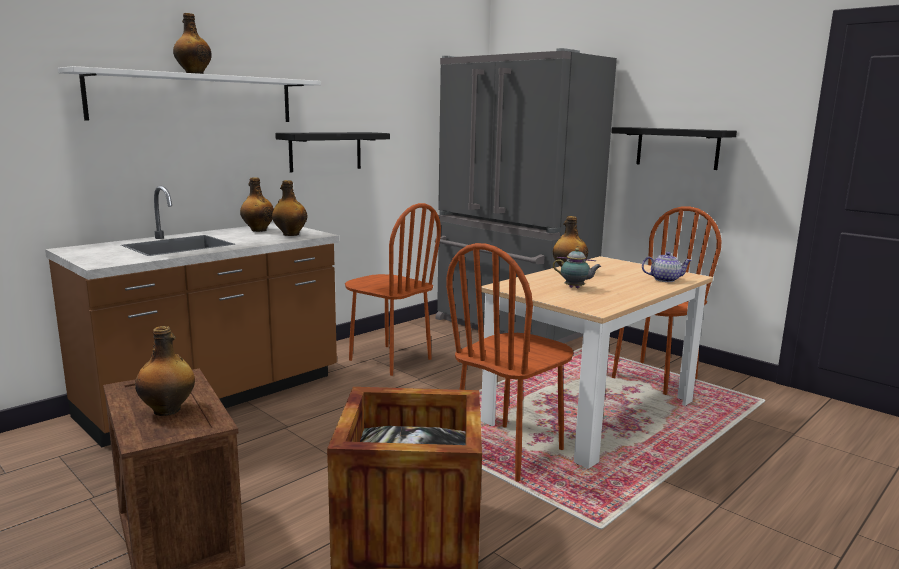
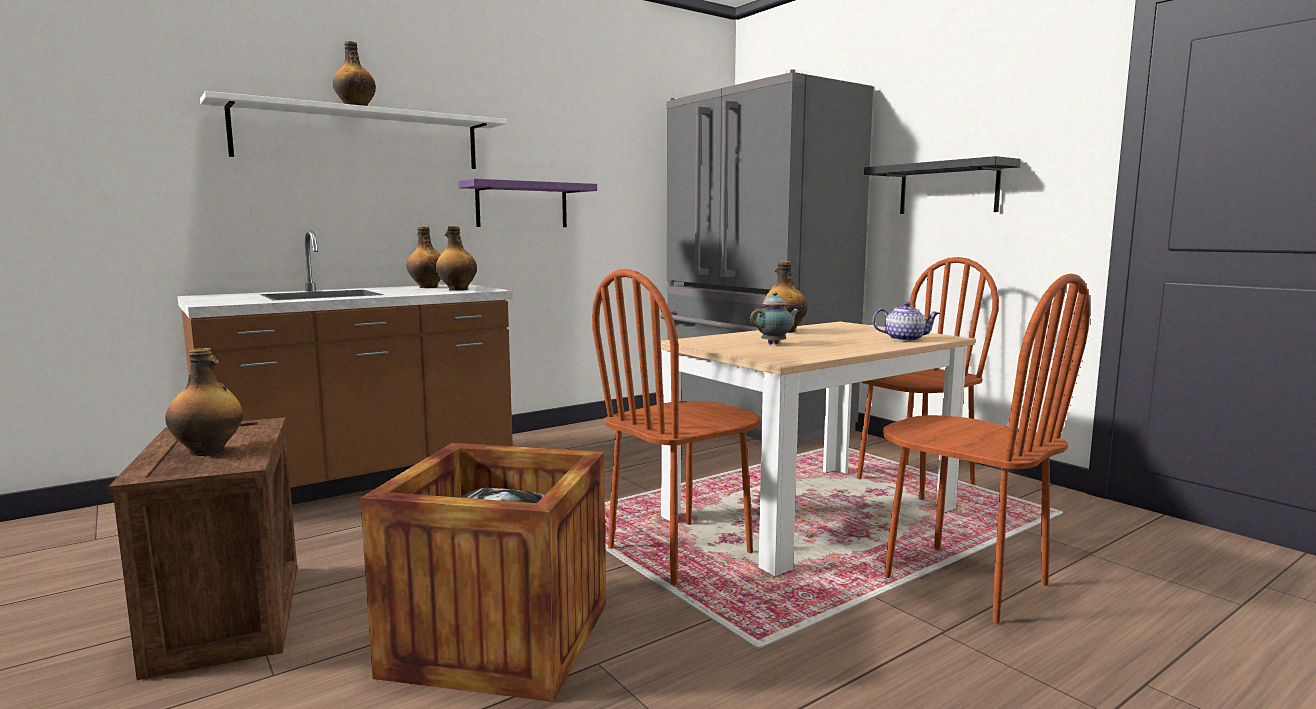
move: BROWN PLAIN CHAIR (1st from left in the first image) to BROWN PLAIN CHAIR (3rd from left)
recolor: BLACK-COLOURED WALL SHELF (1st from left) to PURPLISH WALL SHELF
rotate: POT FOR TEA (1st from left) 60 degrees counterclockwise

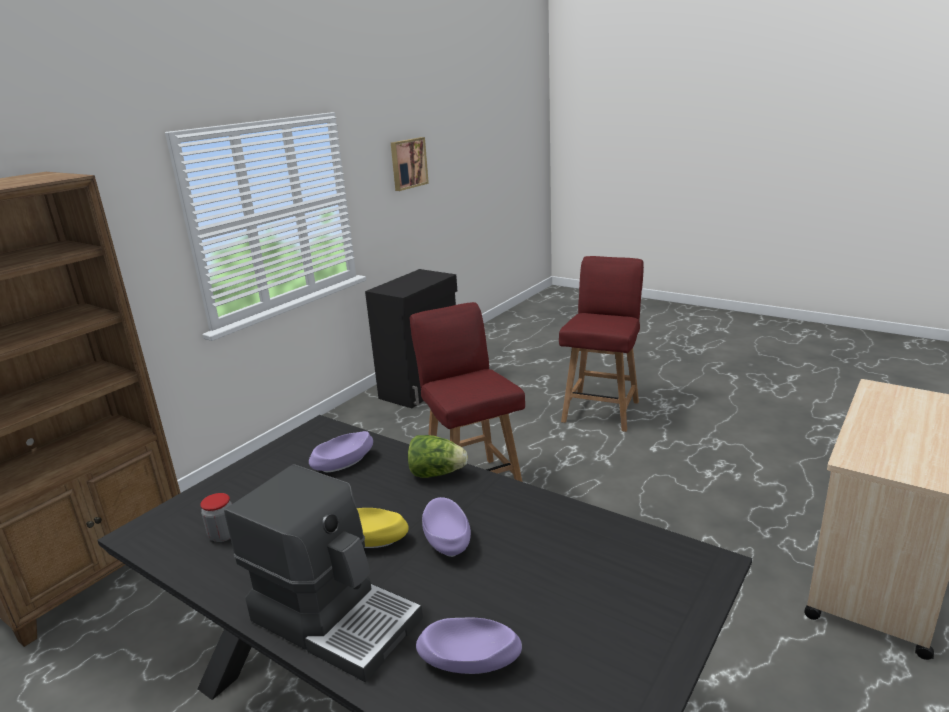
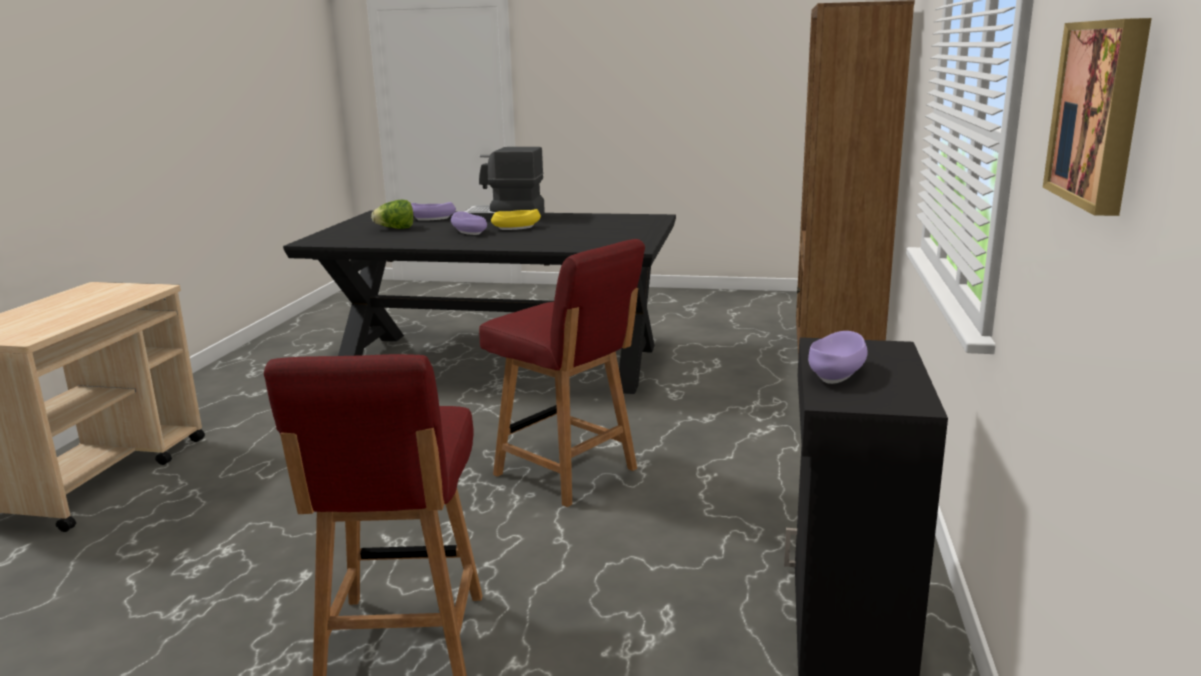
delete: PRESERVE JAR
move: PURPLISH SERVING BOWL (1st from left in the first image) to PURPLISH SERVING BOWL (3rd from left); HEAD OF LETTUCE

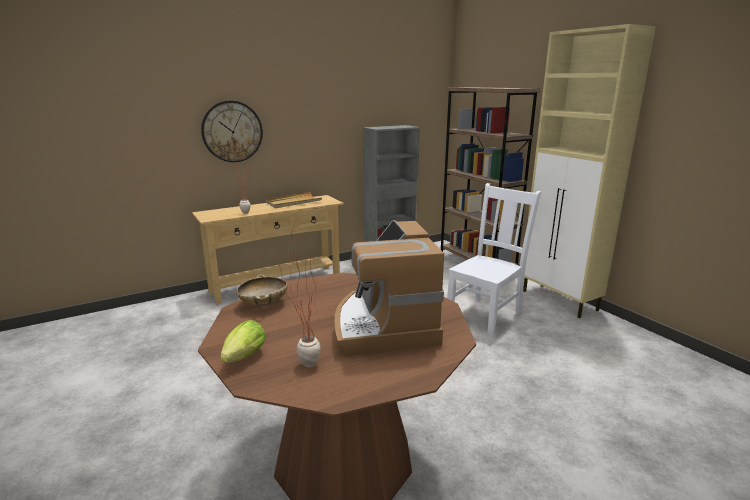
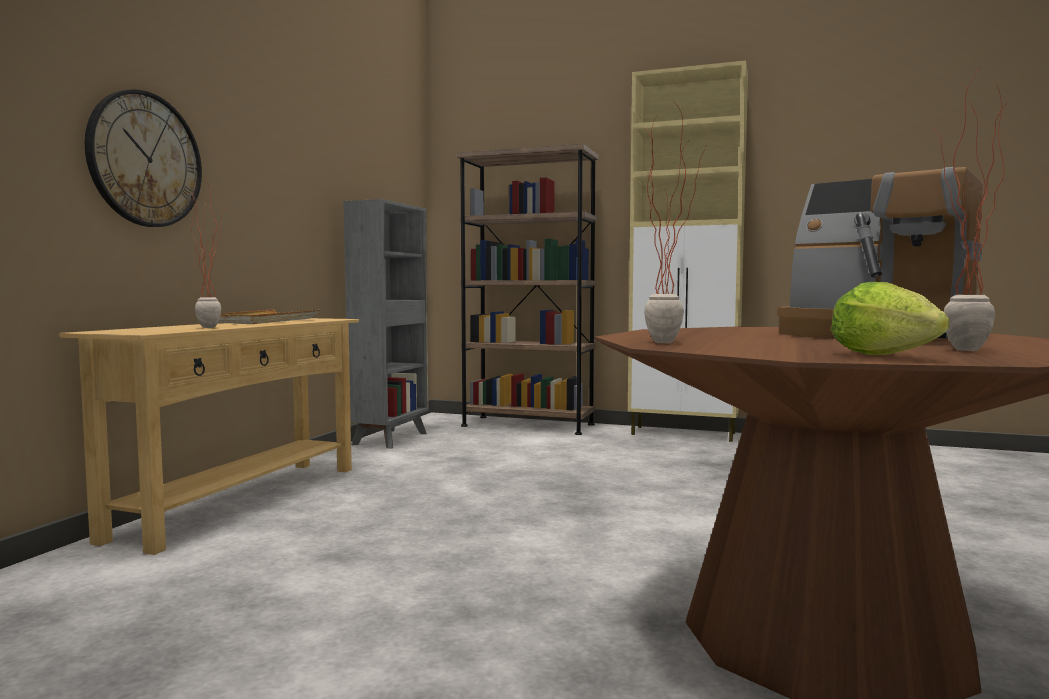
delete: WHITE-COLOURED PLAIN CHAIR
replace: BEIGE SERVING BOWL to PLANT IN A POT (2nd from left)

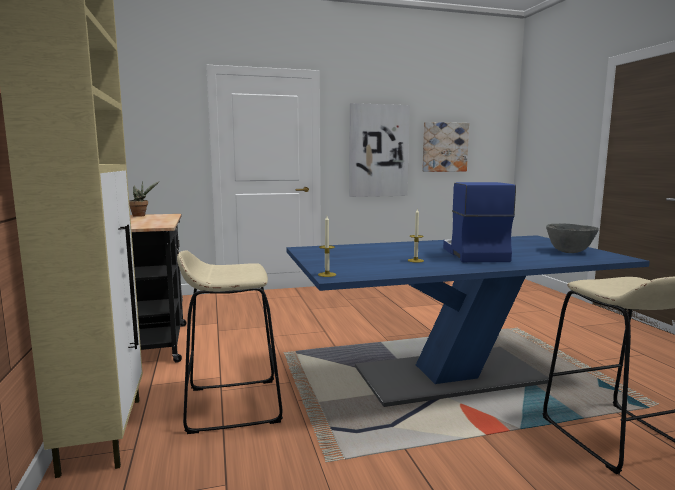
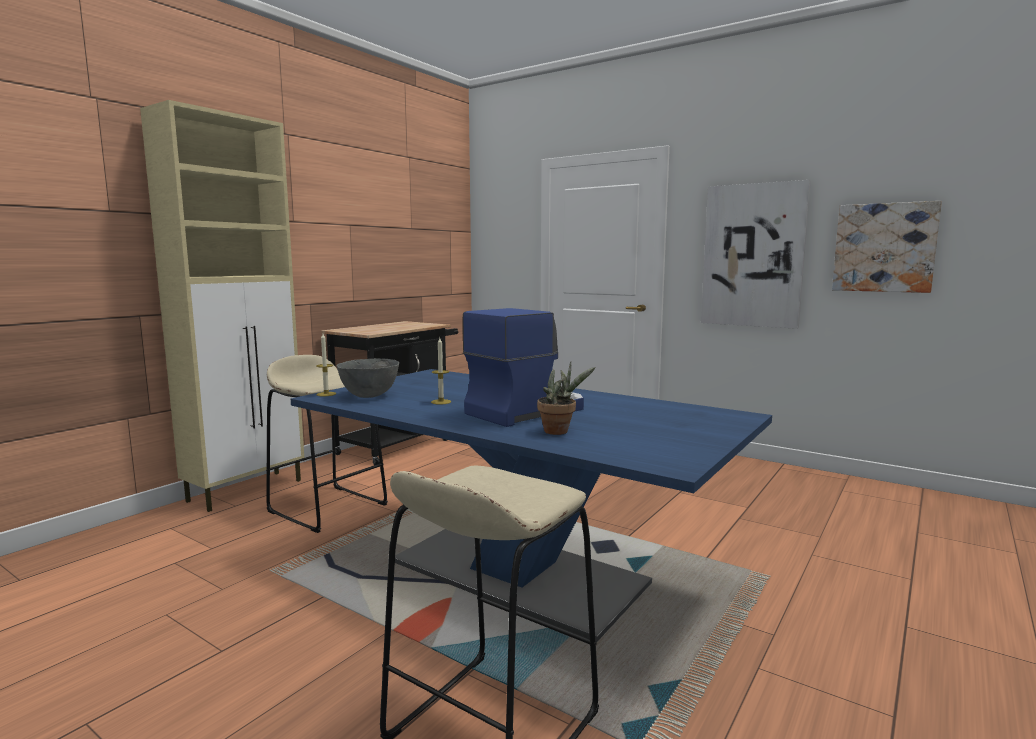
move: PLANT IN A POT; GRAY SERVING BOWL

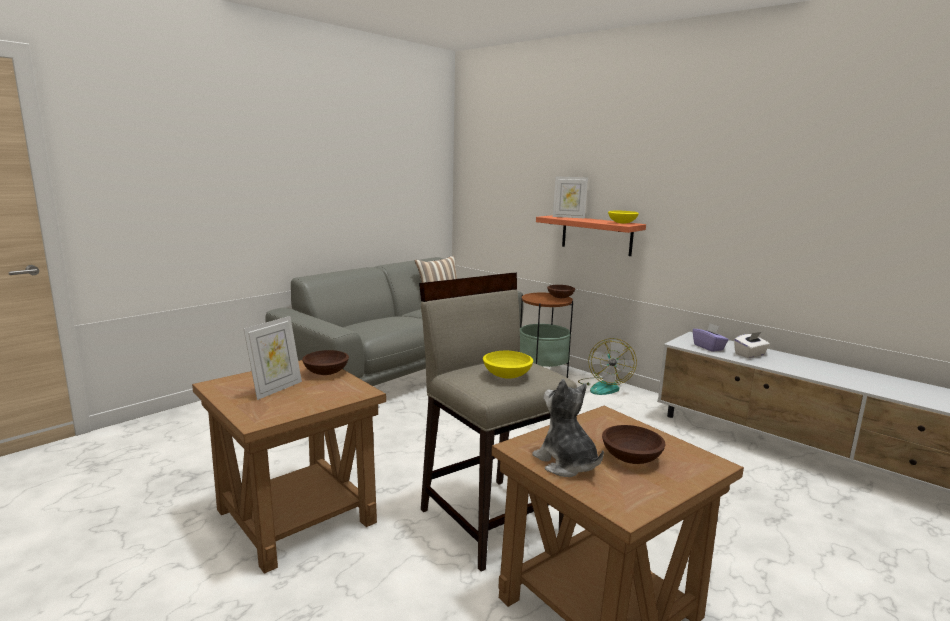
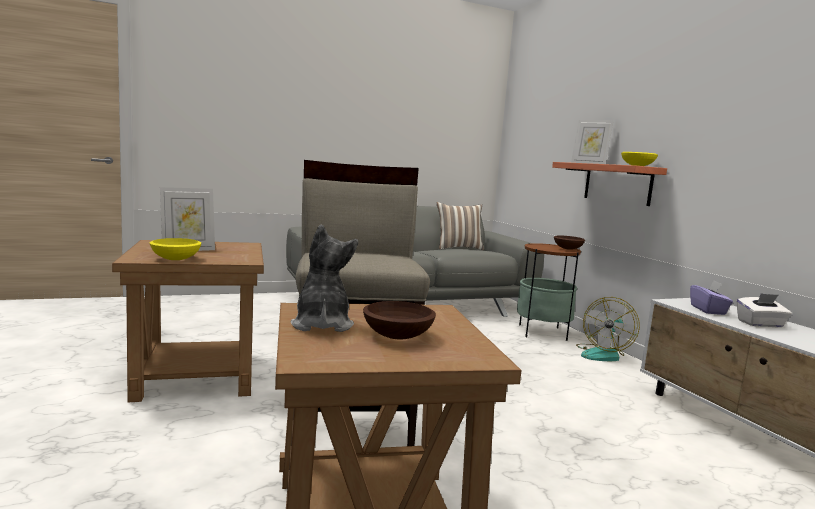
delete: BROWN SERVING BOWL (1st from left)
move: YELLOW-COLOURED SERVING BOWL (1st from left)

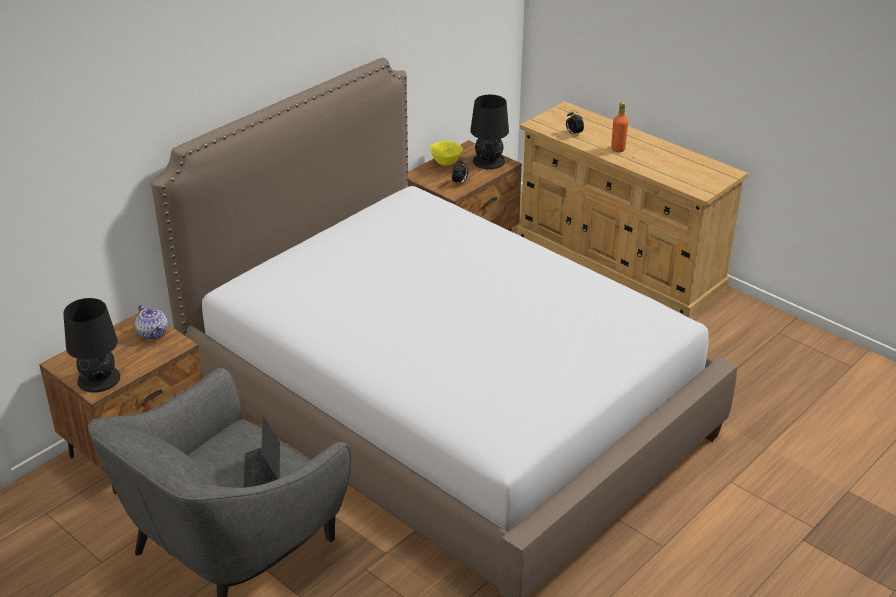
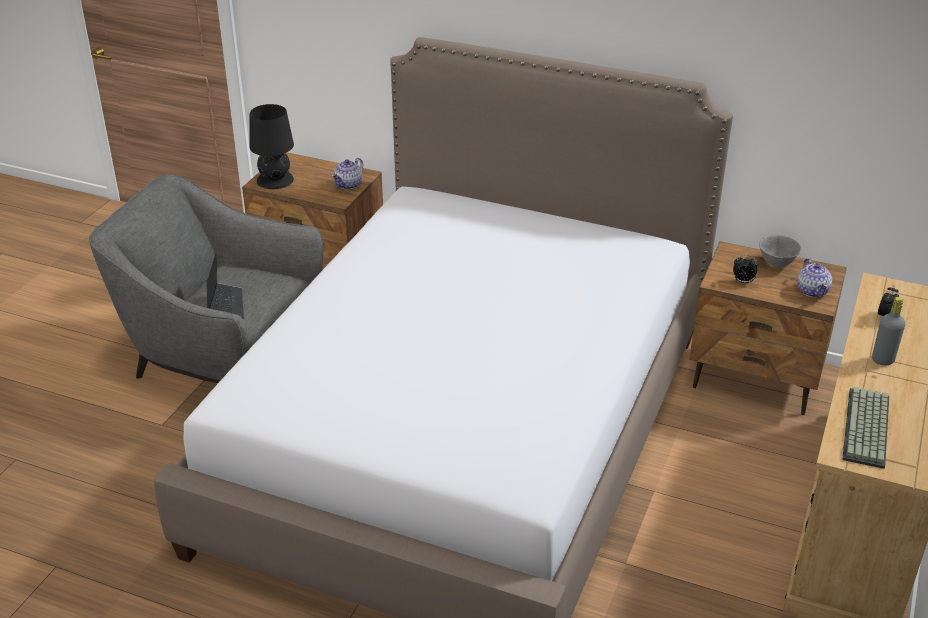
insert: KEYBOARD
replace: BLACK-COLOURED LAMP FOR A TABLE (2nd from left) to POT FOR TEA (2nd from left)
recolor: ORANGE-COLOURED DRINK BOTTLE to GRAY DRINK BOTTLE; YELLOW-COLOURED SERVING BOWL to GRAY SERVING BOWL
rotate: PORTABLE COMPUTER 105 degrees clockwise

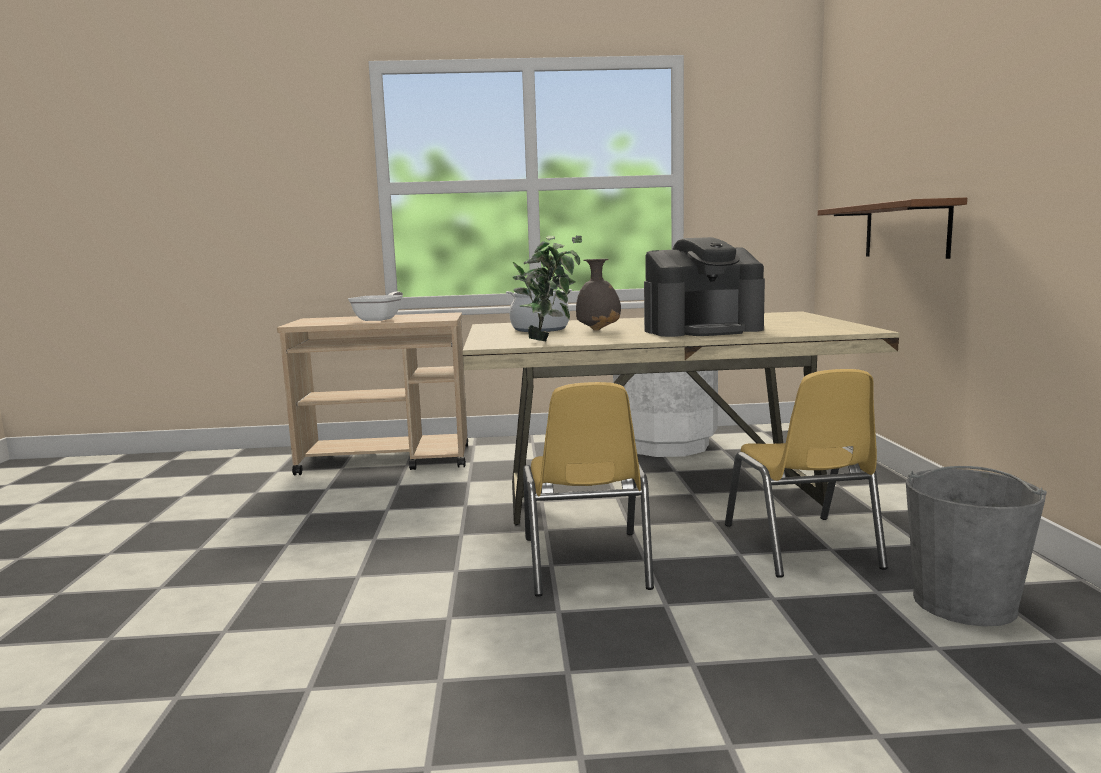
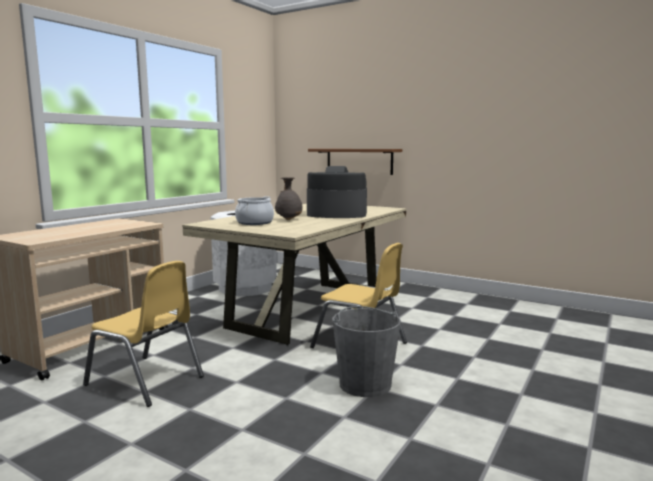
delete: PLANT IN A POT; SKILLET
move: YELLOW-COLOURED PLAIN CHAIR (2nd from left in the first image) to YELLOW-COLOURED PLAIN CHAIR (1st from left); GRAY BUCKET
rotate: COFFEE MAKER 105 degrees counterclockwise

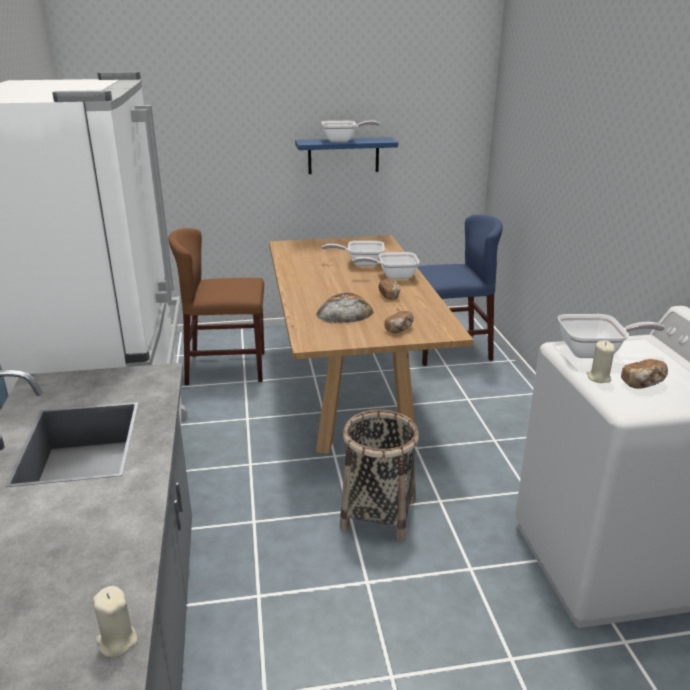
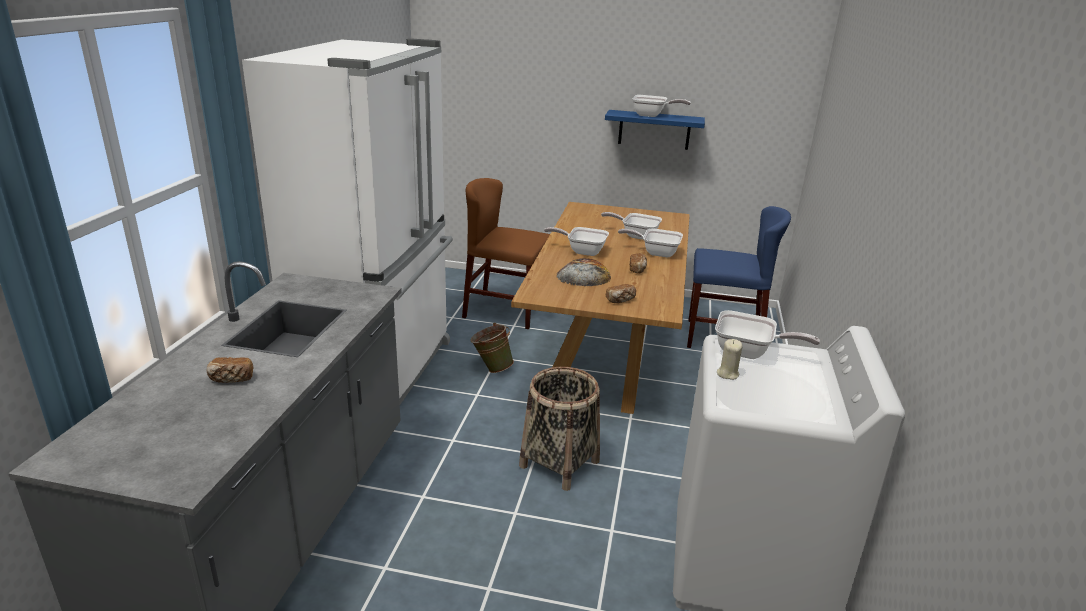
delete: BEIGE WAX LIGHT (1st from left)
insert: SKILLET (1st from left); GREEN-COLOURED BUCKET
move: BREAD (4th from left in the first image) to BREAD (1st from left)

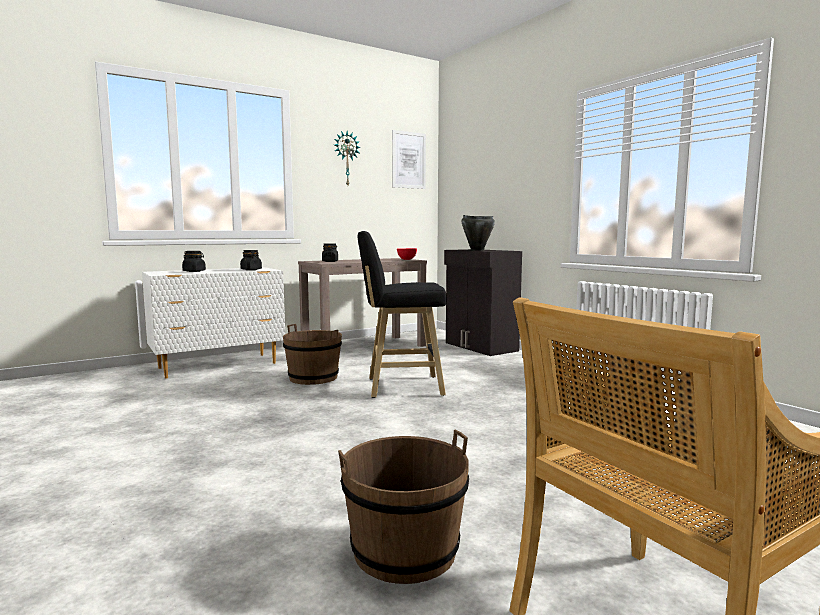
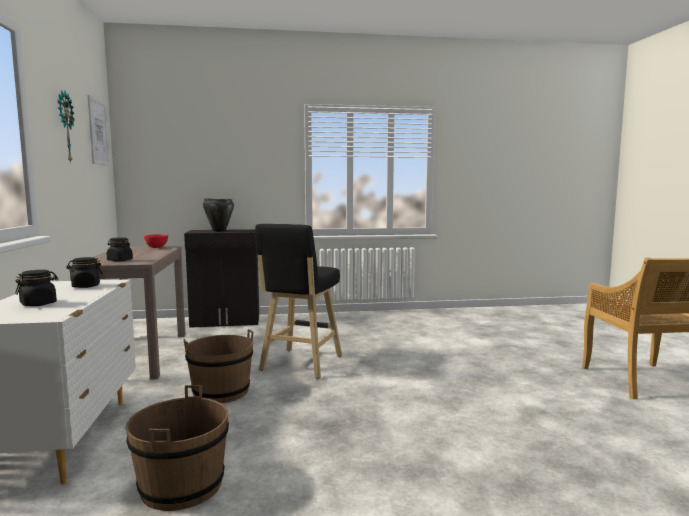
move: BROWN BUCKET (2nd from left in the first image) to BROWN BUCKET (1st from left)

